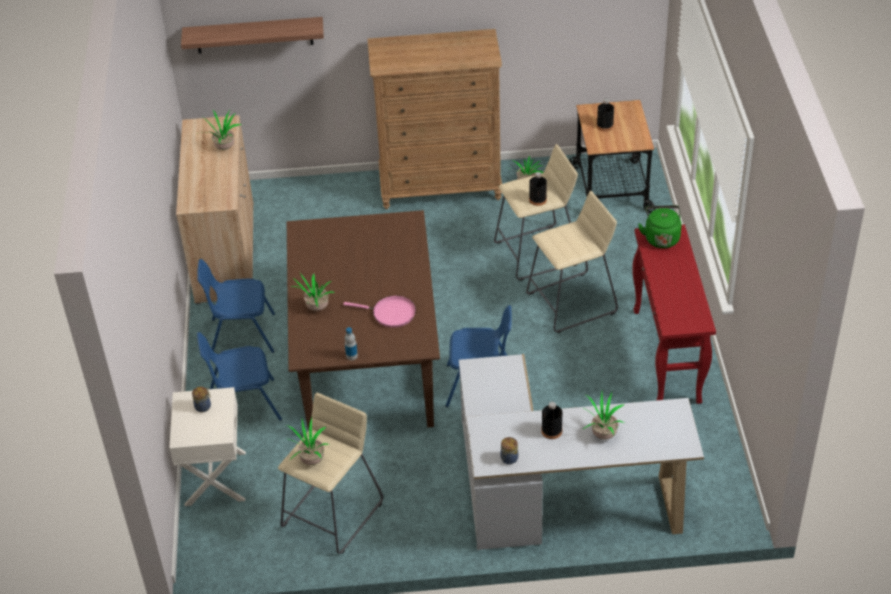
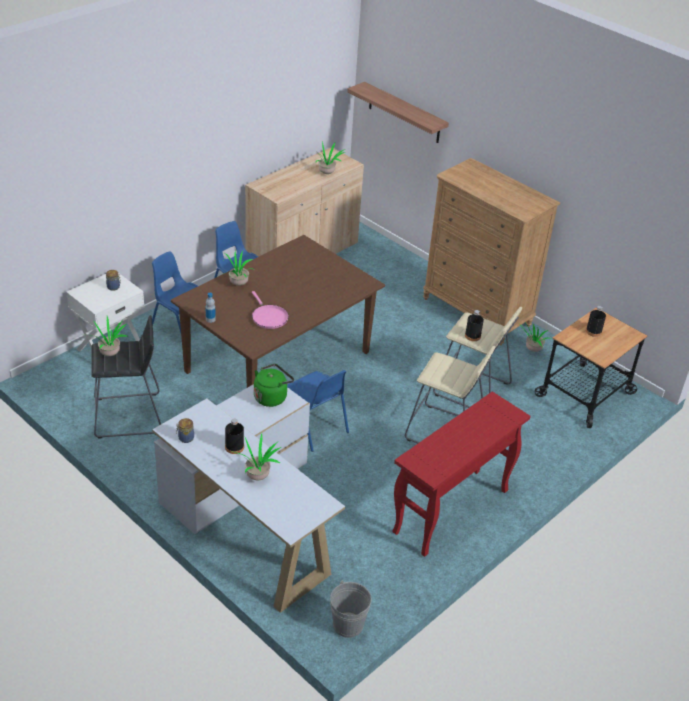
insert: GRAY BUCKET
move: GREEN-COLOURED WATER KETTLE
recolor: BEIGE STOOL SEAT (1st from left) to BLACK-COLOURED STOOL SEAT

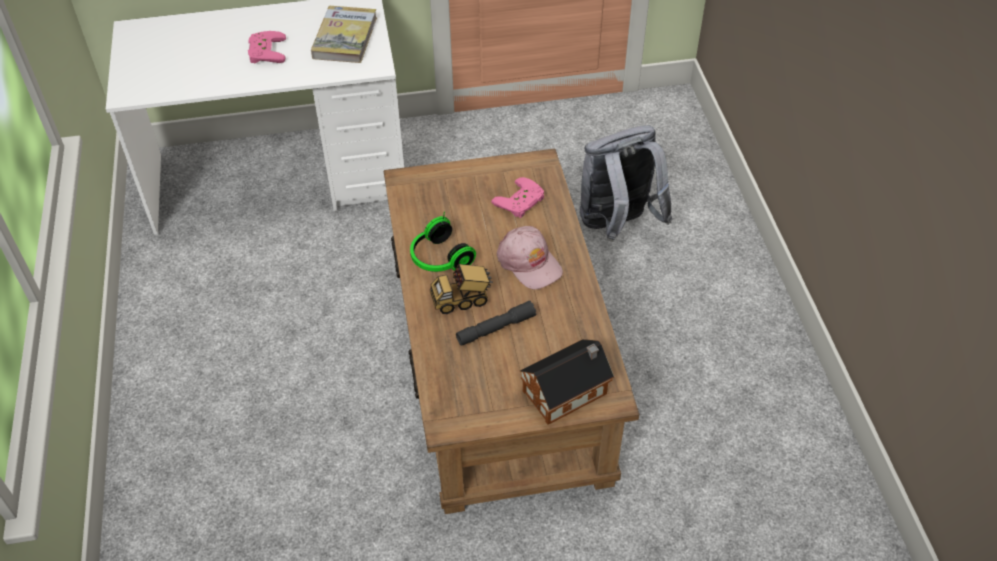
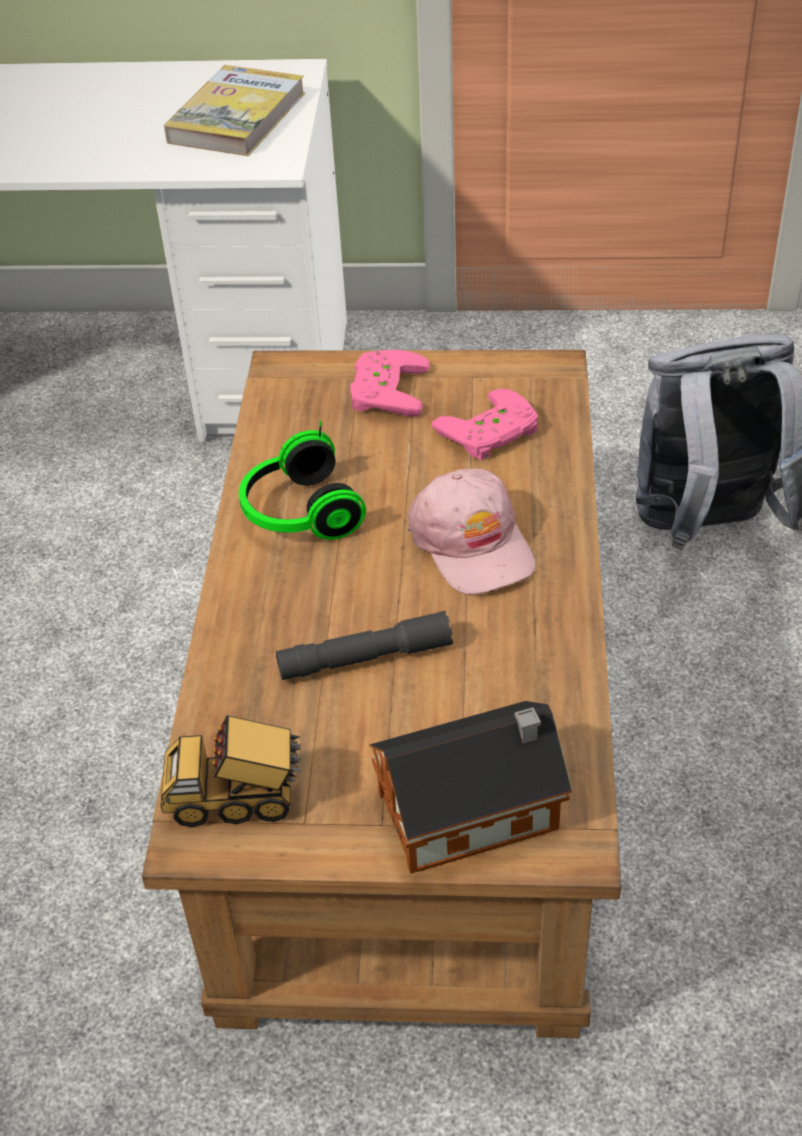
move: PINKISH JOYPAD (1st from left); MODEL TRUCK

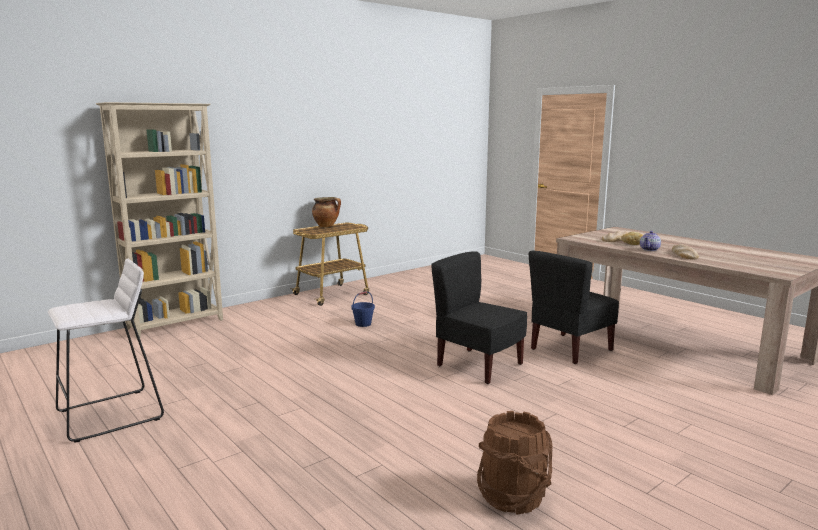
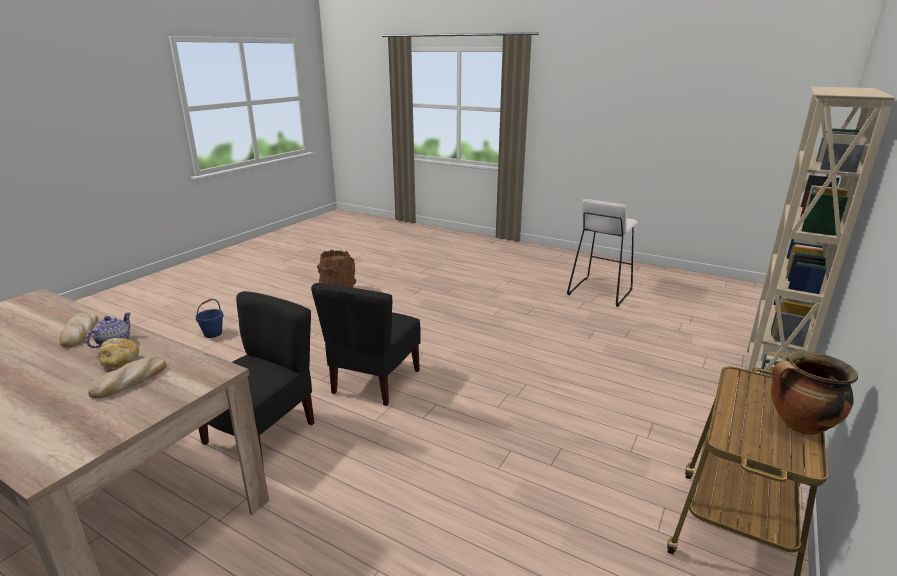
move: BLUE BUCKET
rotate: BLACK-COLOURED PLAIN CHAIR (1st from left in the first image) 90 degrees clockwise

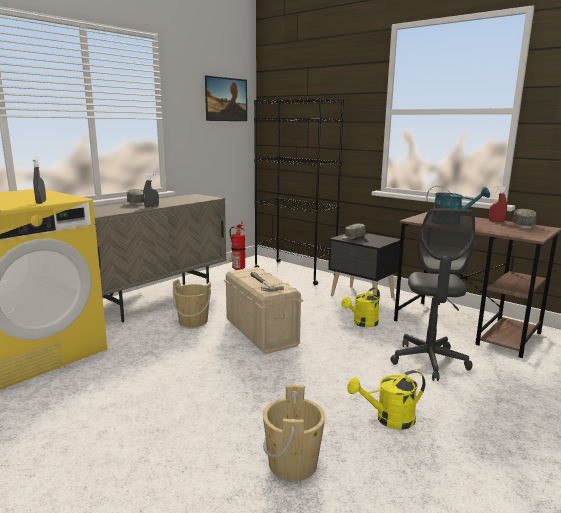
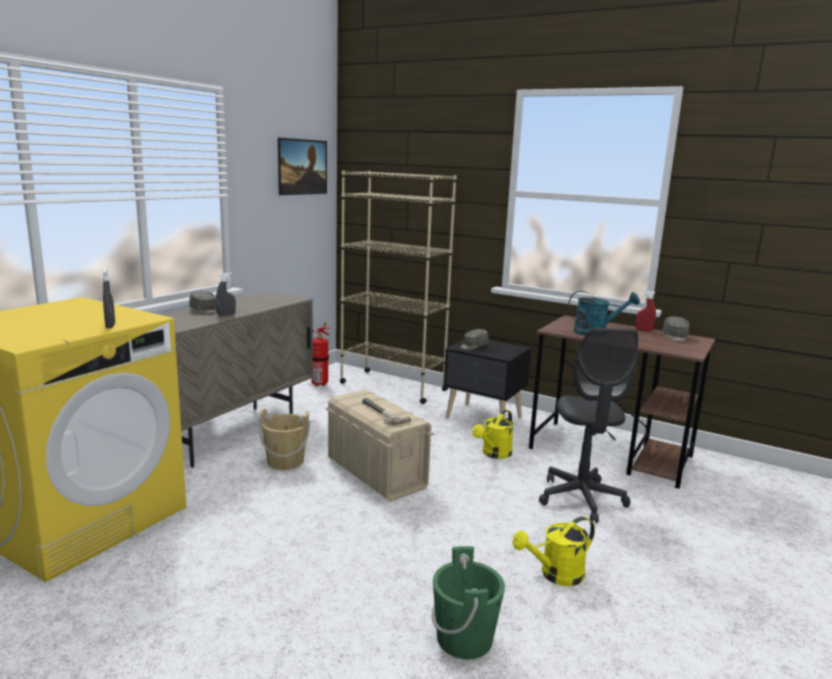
recolor: BLACK-COLOURED BOOKSHELF to BEIGE BOOKSHELF; BEIGE BUCKET (2nd from left) to GREEN-COLOURED BUCKET

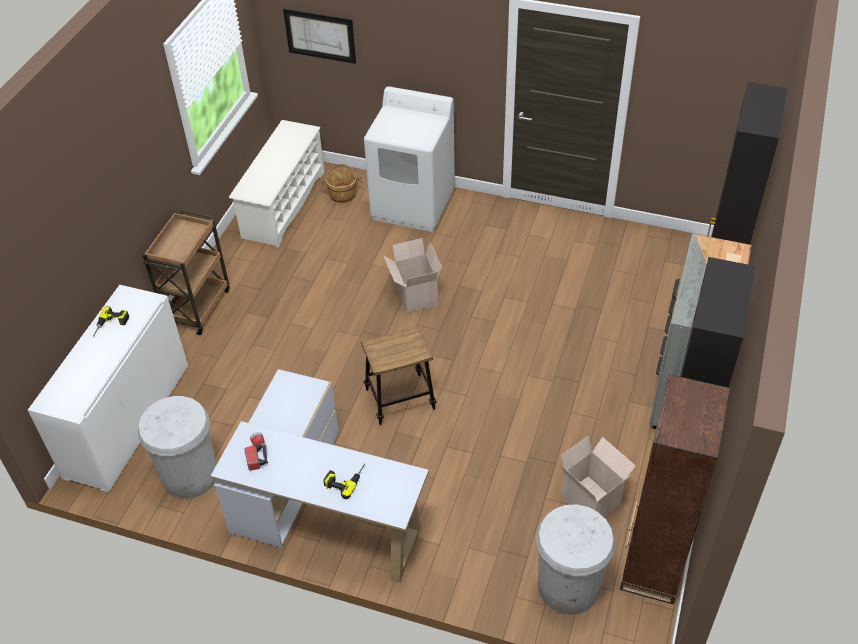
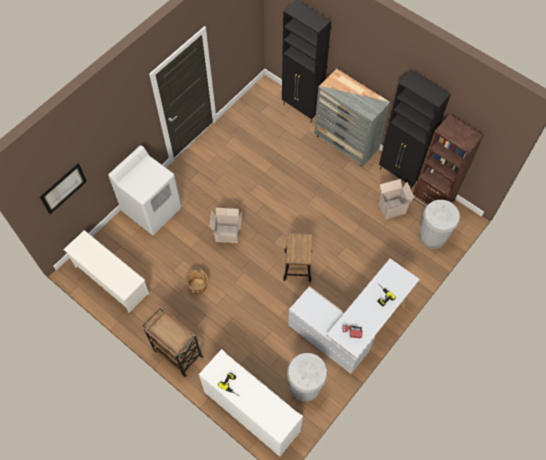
move: BROWN BUCKET

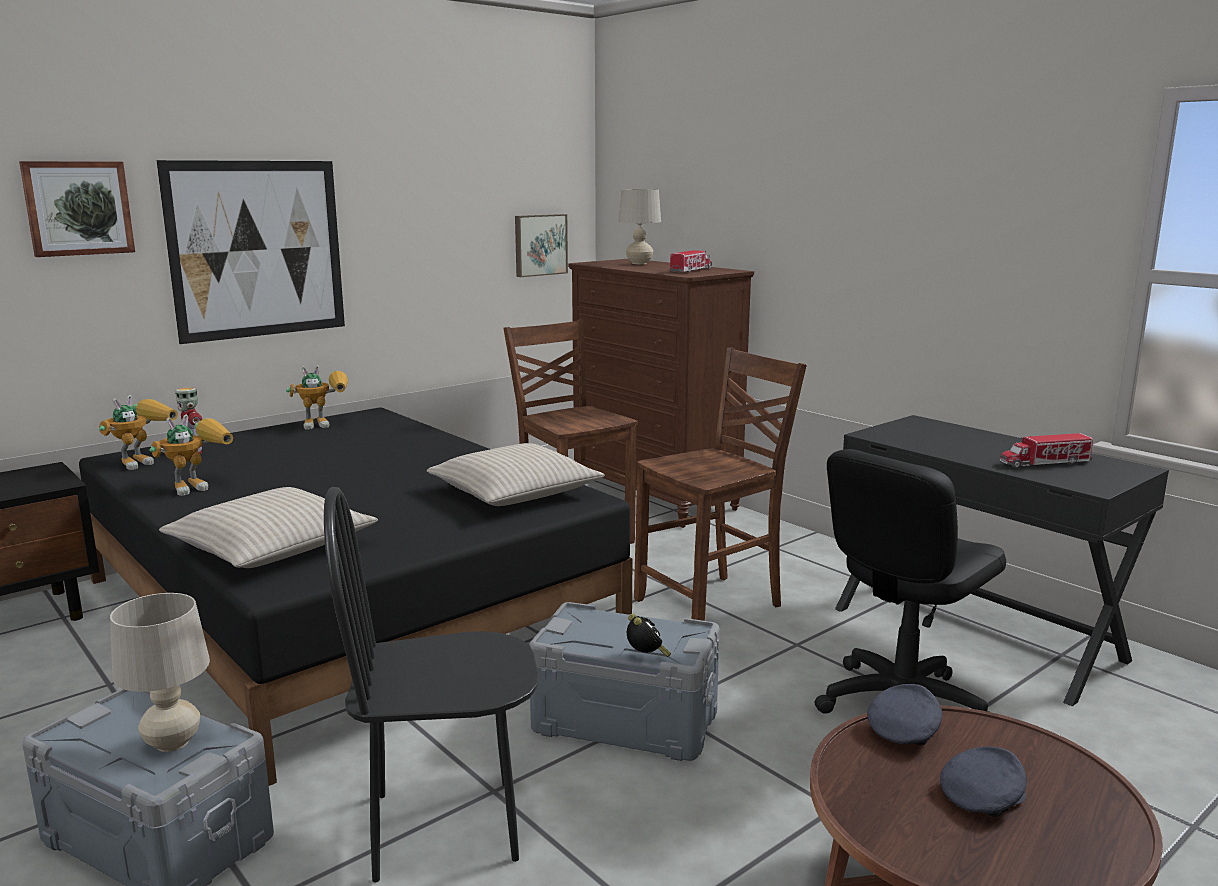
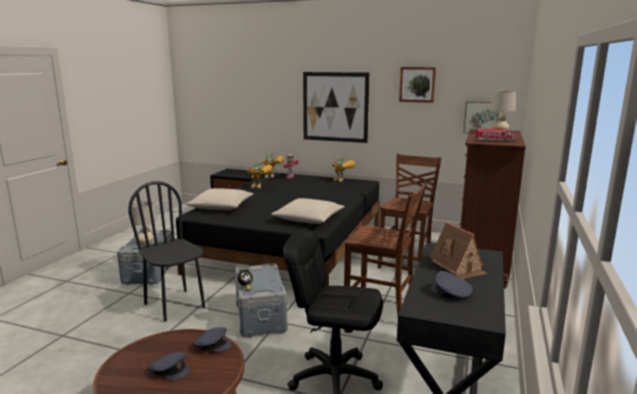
insert: MODEL HOUSE
move: PICTURE (1st from left in the first image) to PICTURE (2nd from left)
replace: MODEL TRUCK (2nd from left) to GRAY BASEBALL CAP (3rd from left)

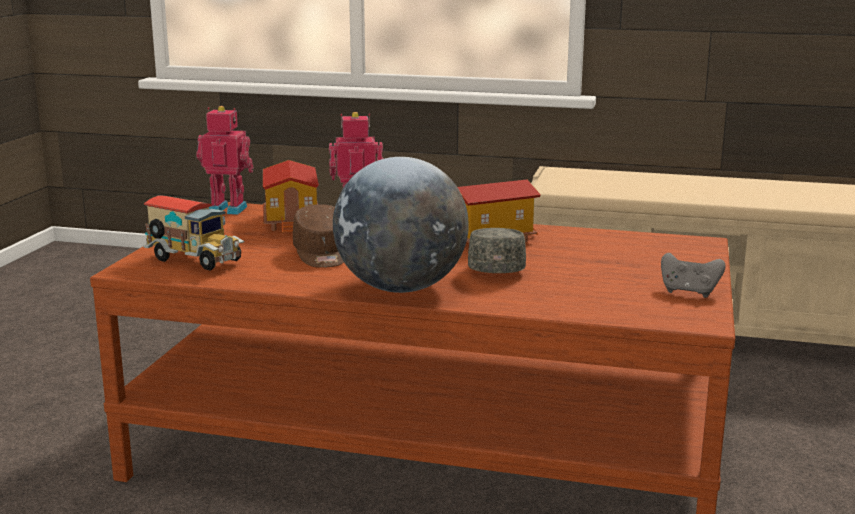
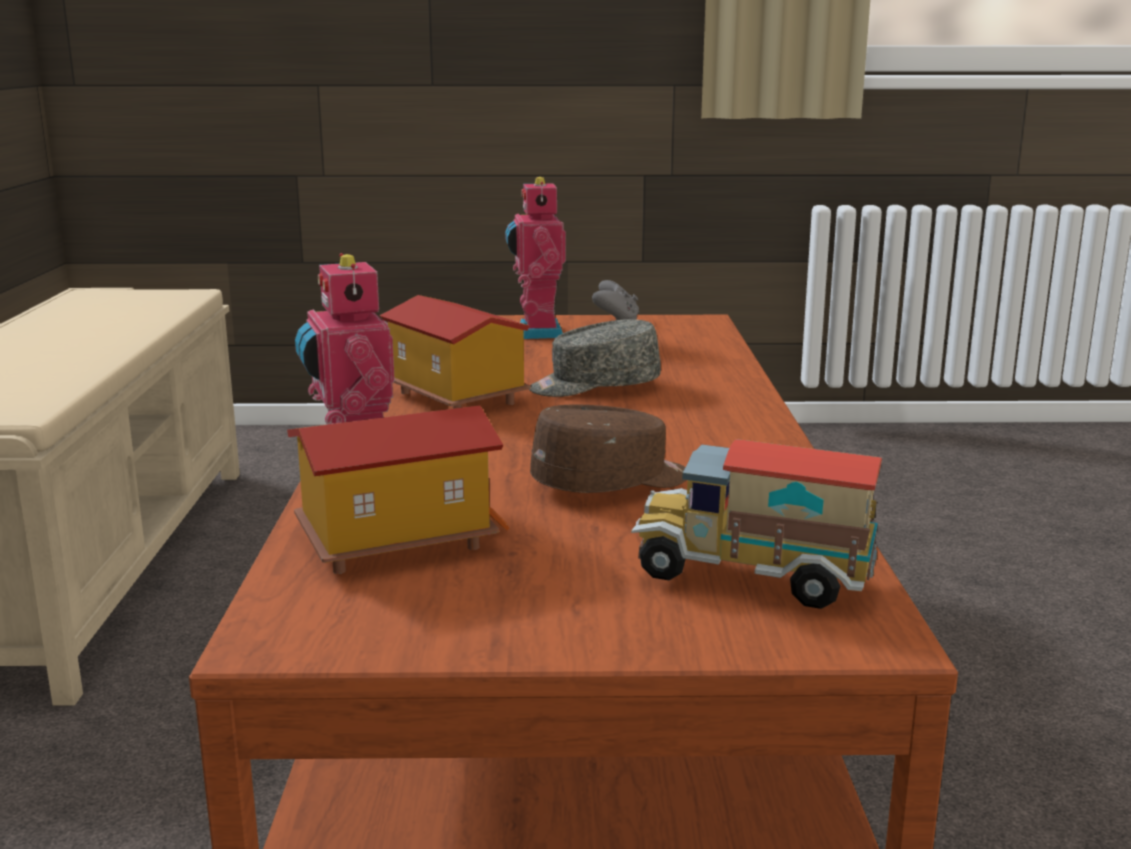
delete: DESK GLOBE
move: ROBOT FIGURE (1st from left in the first image) to ROBOT FIGURE (2nd from left)
rotate: MODEL TRUCK 90 degrees counterclockwise

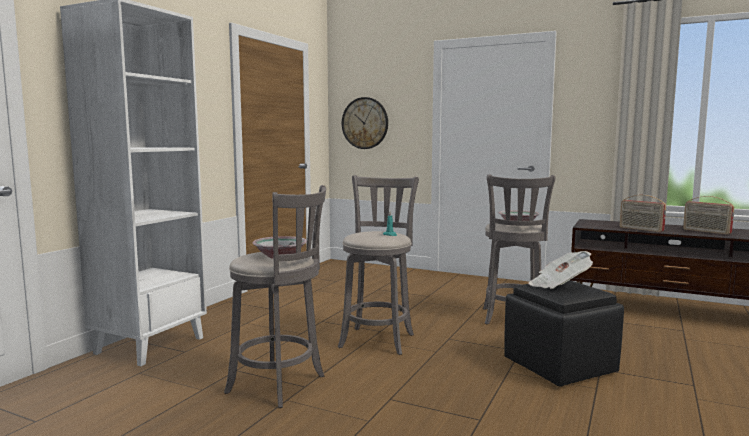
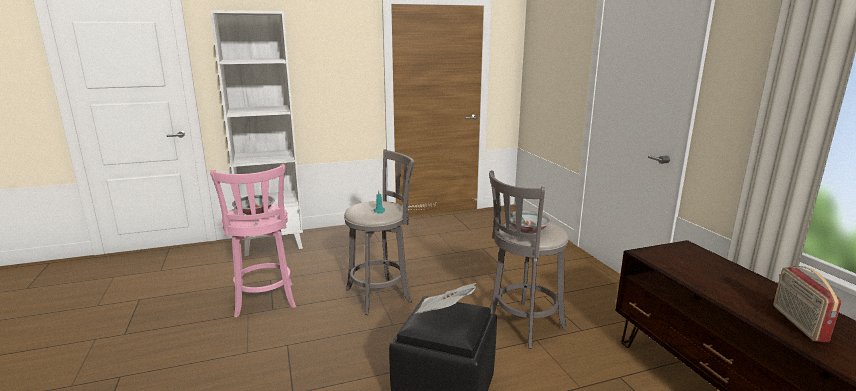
delete: WALL CLOCK; RADIO SET (1st from left)
recolor: GRAY STOOL SEAT (1st from left) to PINKISH STOOL SEAT

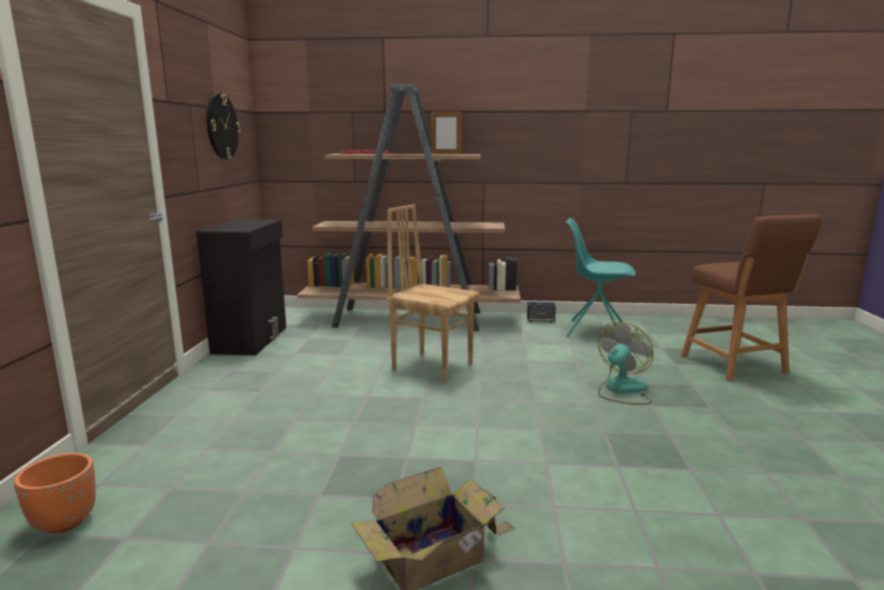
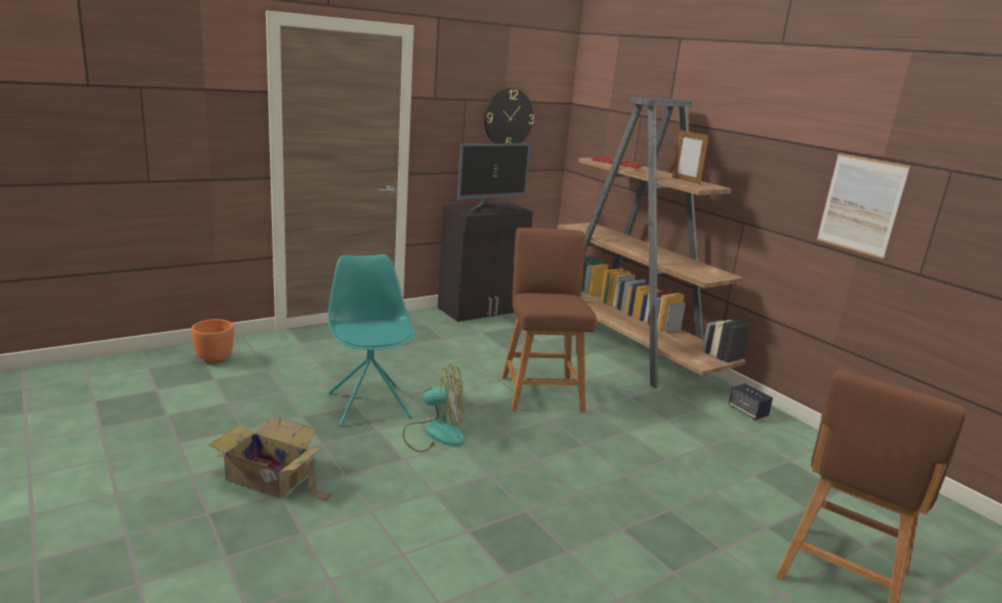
insert: COMPUTER DISPLAY; PICTURE
move: BLUE-GREEN PLAIN CHAIR; COOLING FAN
replace: BROWN PLAIN CHAIR to BROWN STOOL SEAT (1st from left)

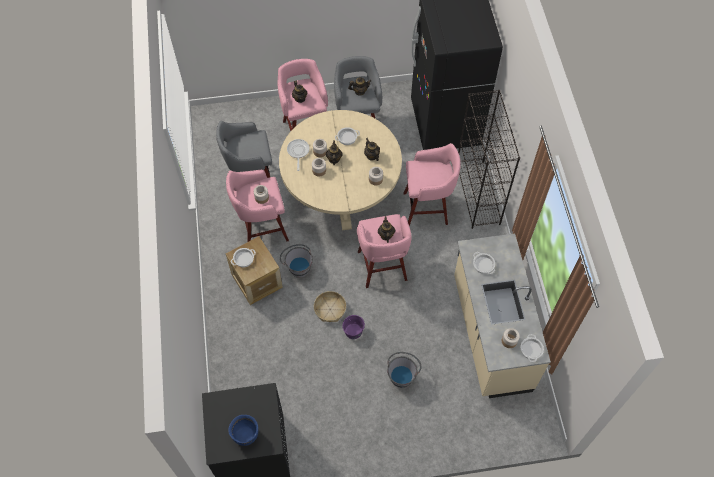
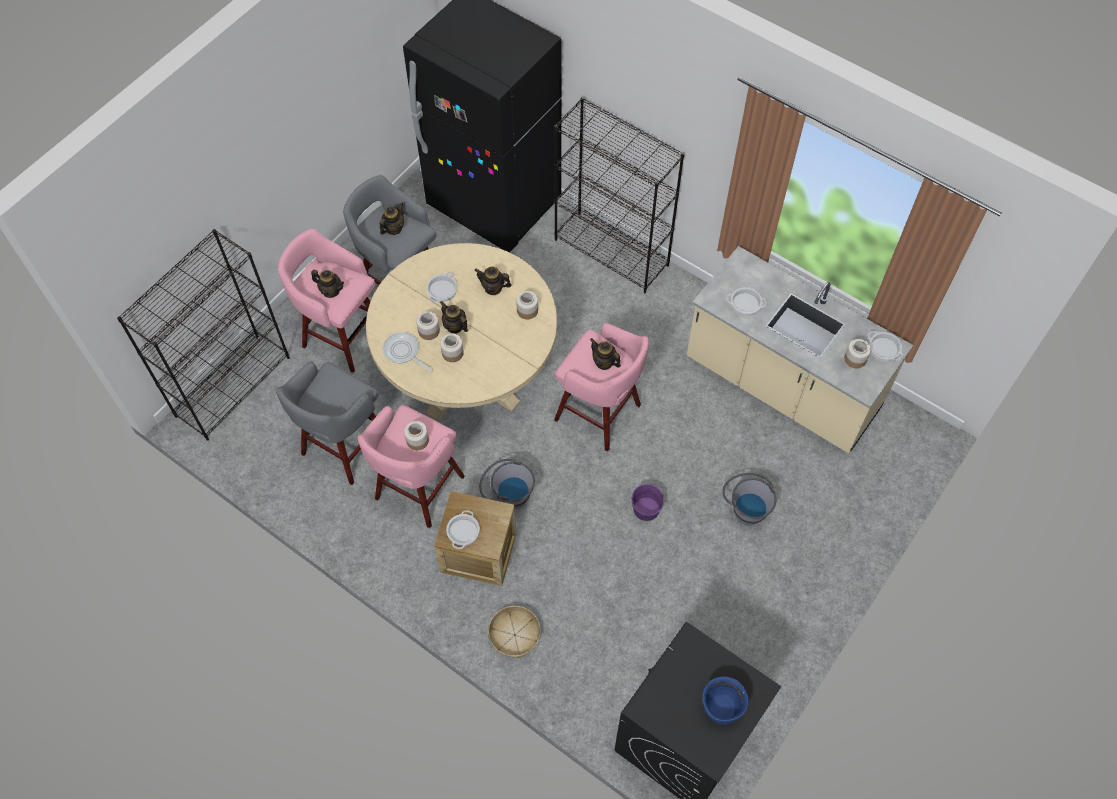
delete: PINKISH STOOL SEAT (4th from left)
insert: BLACK-COLOURED BOOKSHELF (1st from left)
move: HOUSEHOLD BASKET

